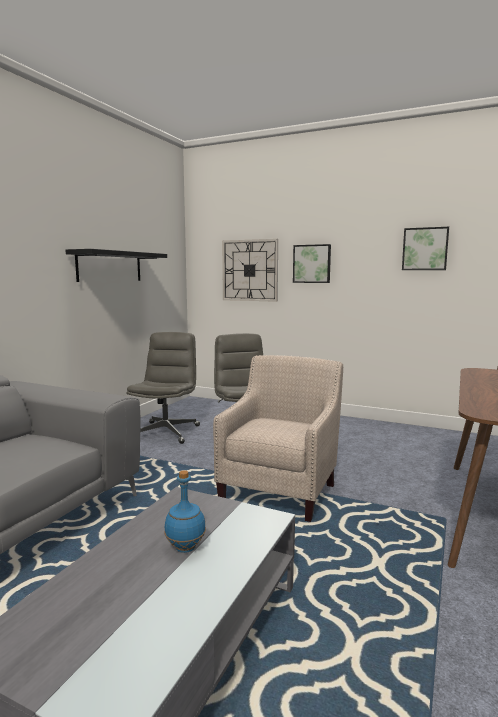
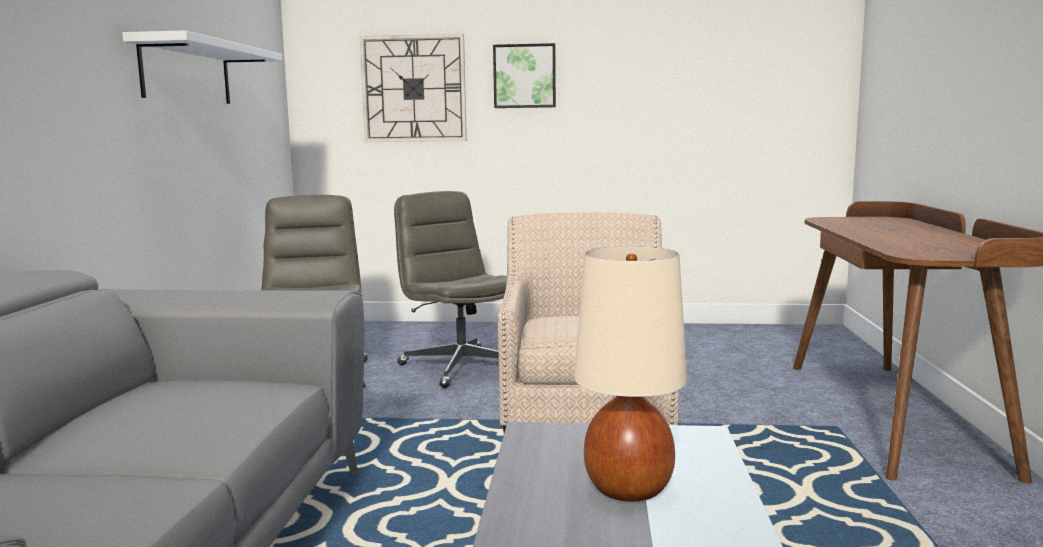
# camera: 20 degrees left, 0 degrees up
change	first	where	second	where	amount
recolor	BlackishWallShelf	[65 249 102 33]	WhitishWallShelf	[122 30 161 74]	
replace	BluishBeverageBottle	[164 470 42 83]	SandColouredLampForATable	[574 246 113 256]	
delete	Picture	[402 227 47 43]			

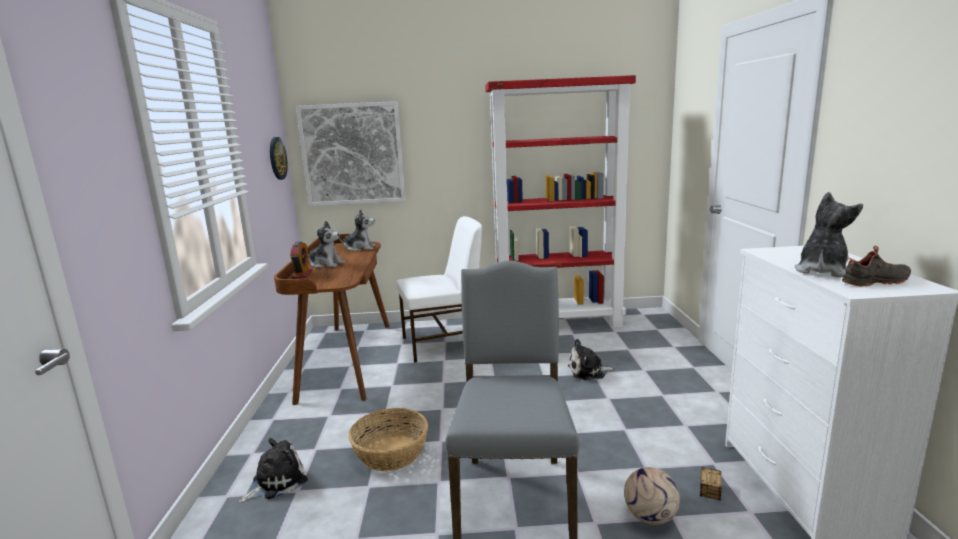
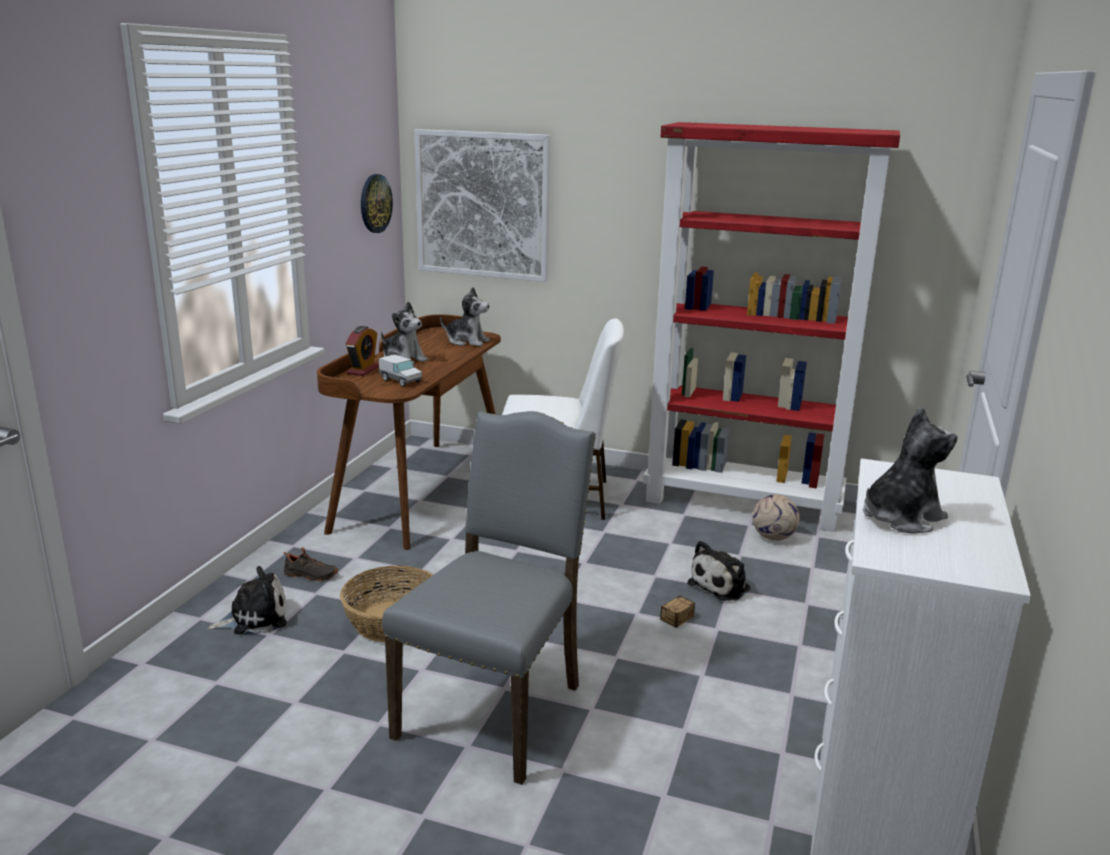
# camera: 20 degrees right, 5 degrees up
change	first	where	second	where	amount
rotate	CuddlyToy	[568 339 46 41]		[688 541 63 60]	60 degrees counterclockwise
move	BallForFootball	[624 467 56 58]		[752 495 48 46]	
move	StorageContainer	[700 467 25 33]		[653 595 42 33]	
move	BlackishItemOfFootwear	[842 245 69 41]		[284 547 54 34]	
insert			ToyLorry	[379 354 43 32]	

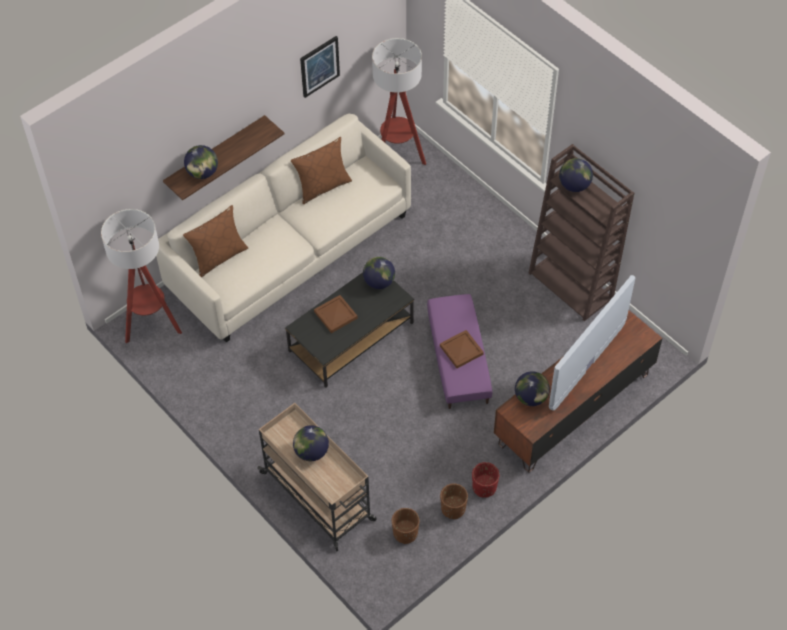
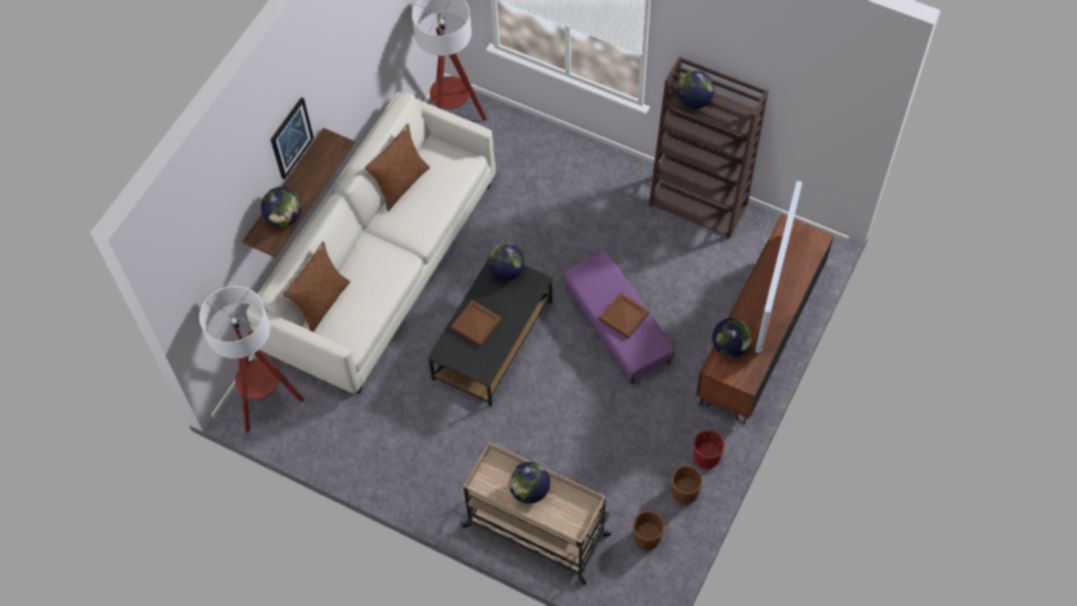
# camera: 20 degrees left, 5 degrees up
change	first	where	second	where	amount
move	Picture	[300 36 40 62]		[270 97 44 83]	

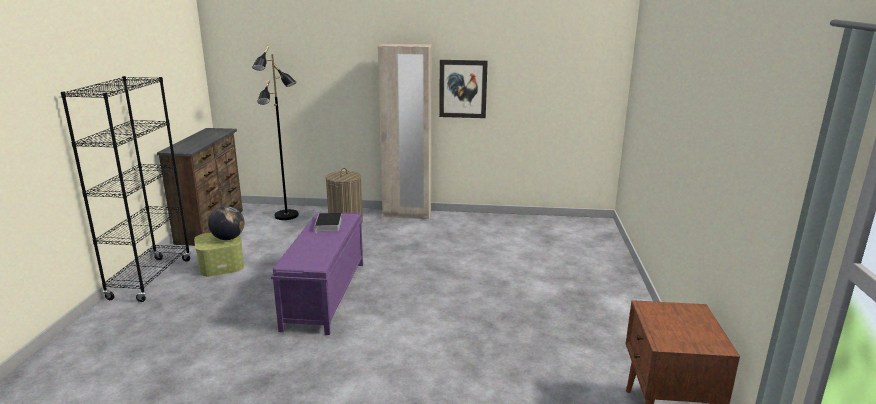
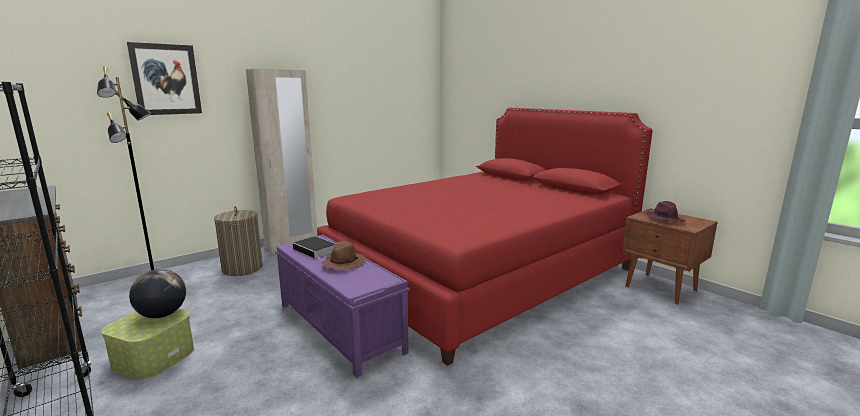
# camera: 45 degrees left, 5 degrees down
change	first	where	second	where	amount
move	Picture	[439 60 49 58]		[127 42 75 73]	
insert			RedColouredSleepingBed	[317 108 336 258]	
insert			BrownishClothingHat	[321 241 45 29]	
insert			PurplishClothingHat	[646 201 39 21]	

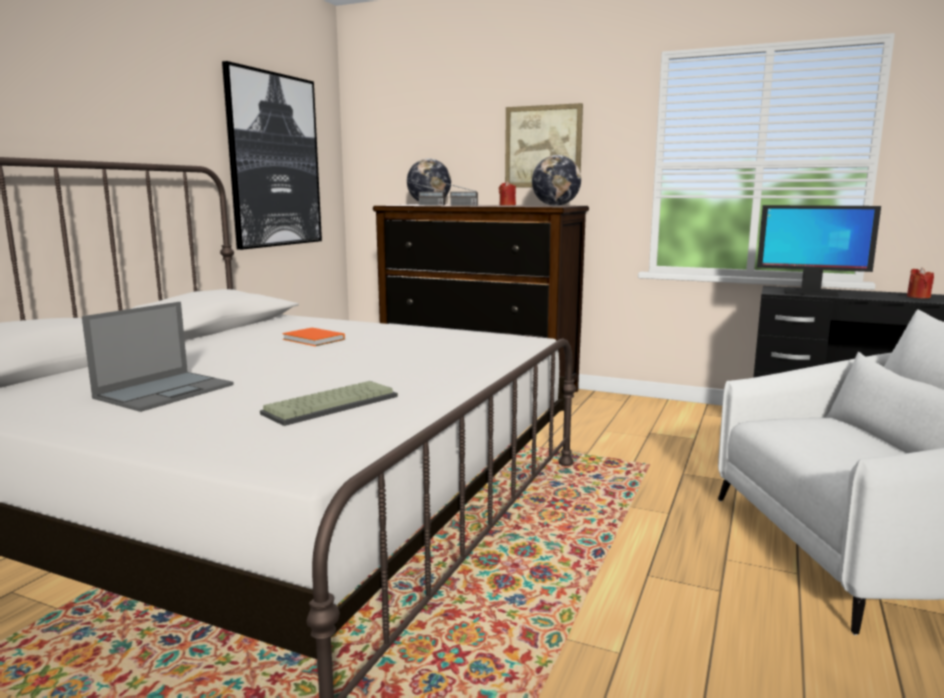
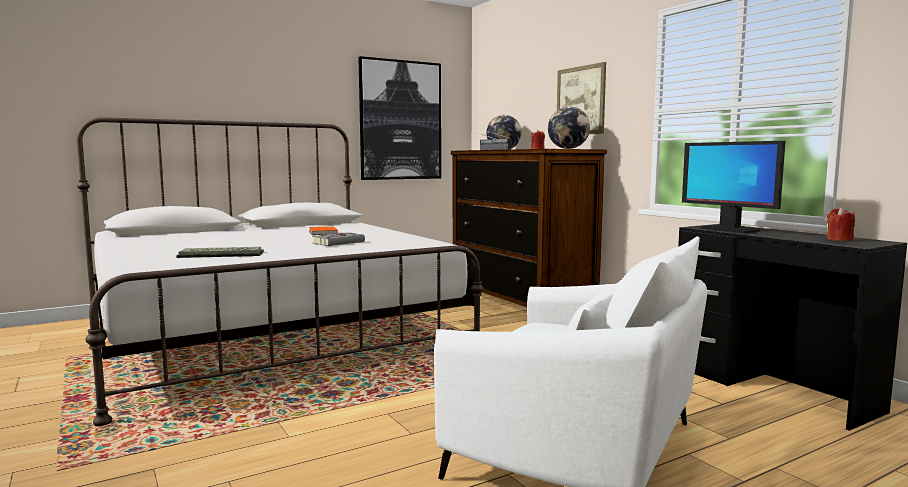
# camera: 35 degrees right, 5 degrees down
change	first	where	second	where	amount
delete	NotebookComputer	[82 302 152 110]			
insert			GreyishBook	[312 232 54 14]	

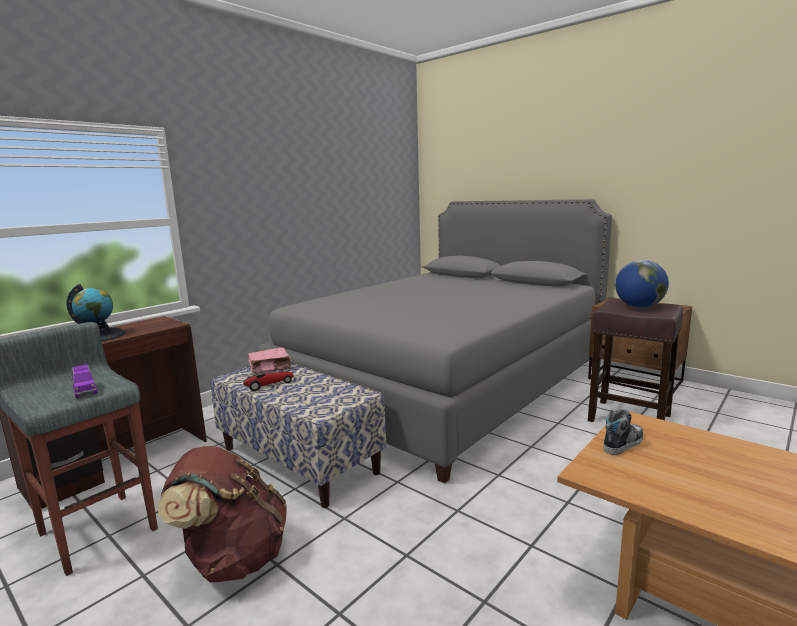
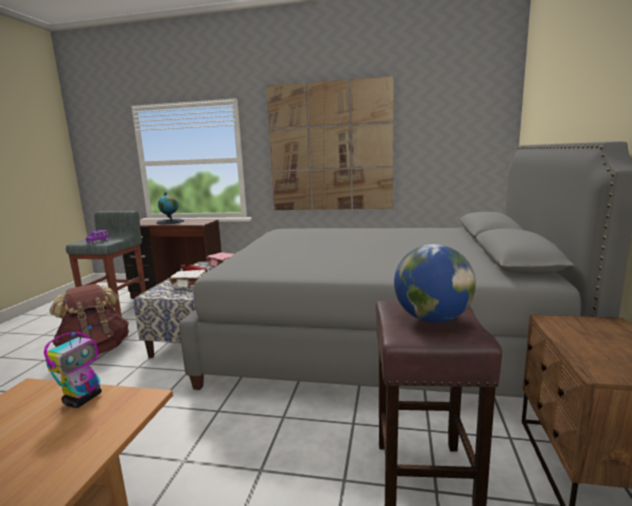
# camera: 60 degrees right, 0 degrees up
change	first	where	second	where	amount
replace	ItemOfFootwear	[603 409 40 46]	ModelRobot	[44 326 58 82]	
insert			WhitishBook	[169 270 37 18]	
insert			Picture	[266 76 128 134]	

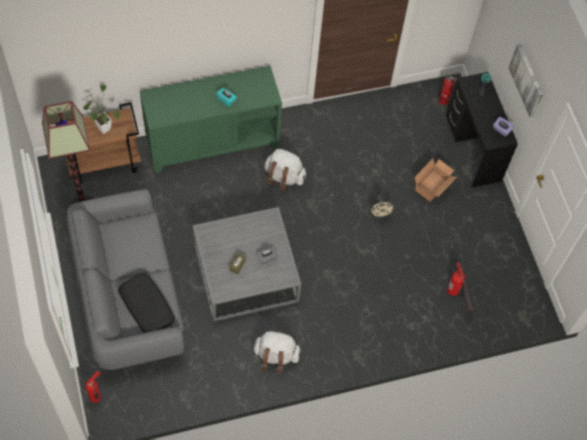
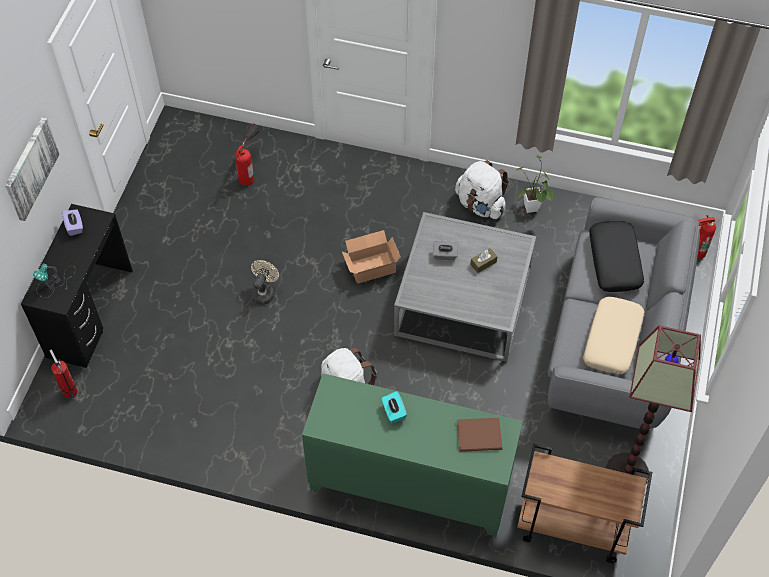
# camera: 145 degrees left, 5 degrees down
change	first	where	second	where	amount
move	Houseplant	[83 84 37 50]		[516 155 37 58]	
move	PackingBox	[414 159 43 42]		[342 230 59 54]	
insert			BrownishBook	[457 418 46 34]	
insert			SandColouredThrowPillow	[583 297 62 77]	

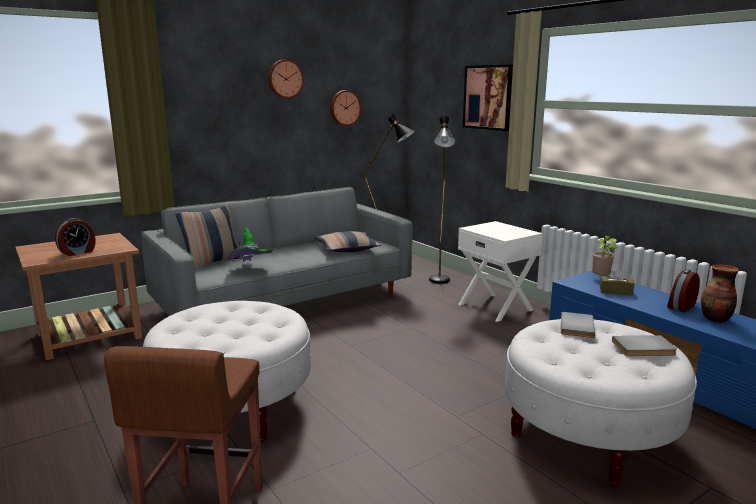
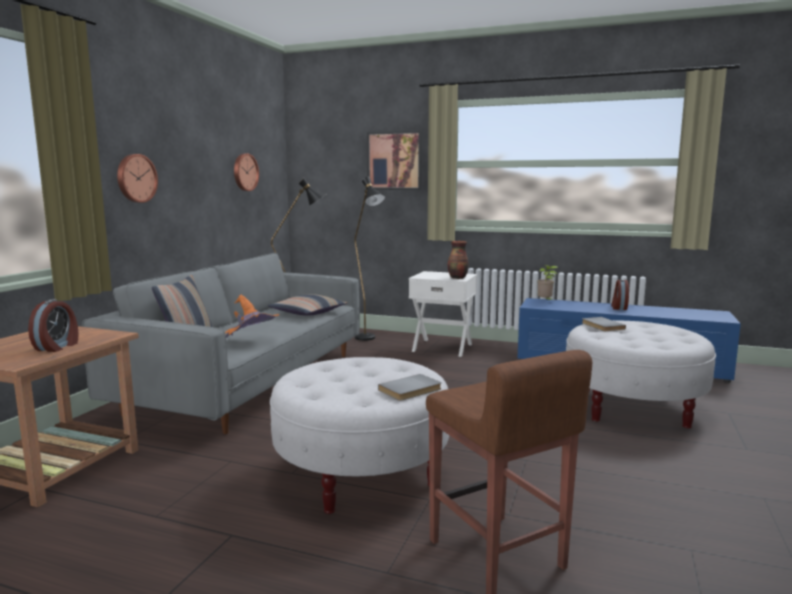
# camera: 35 degrees left, 5 degrees down
change	first	where	second	where	amount
recolor	GreenishClothingHat	[228 227 45 35]	OrangeColouredClothingHat	[223 294 56 44]	
move	WallClock	[268 60 36 39]		[117 154 41 49]	
delete	BrownishTissueBox	[600 268 34 28]			
move	GreyishBook	[612 335 65 21]		[378 374 63 27]	
move	FlowerVase	[701 264 38 59]		[448 241 21 38]	

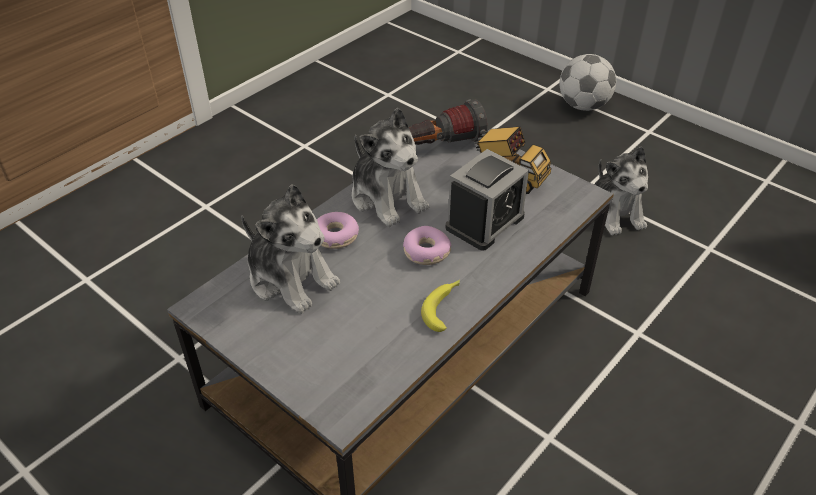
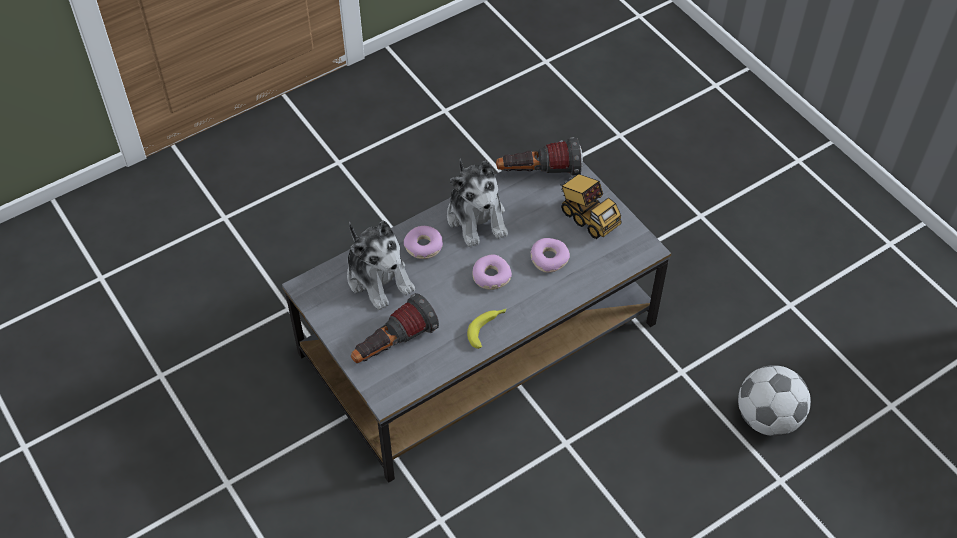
# camera: 15 degrees right, 10 degrees up
change	first	where	second	where	amount
replace	BedsideClock	[446 149 83 102]	RingDoughnut	[530 238 40 35]	
move	BallForFootball	[559 54 57 57]		[738 365 73 71]	
delete	CuddlyToy	[594 146 54 89]			
insert			Torch	[351 293 88 70]	

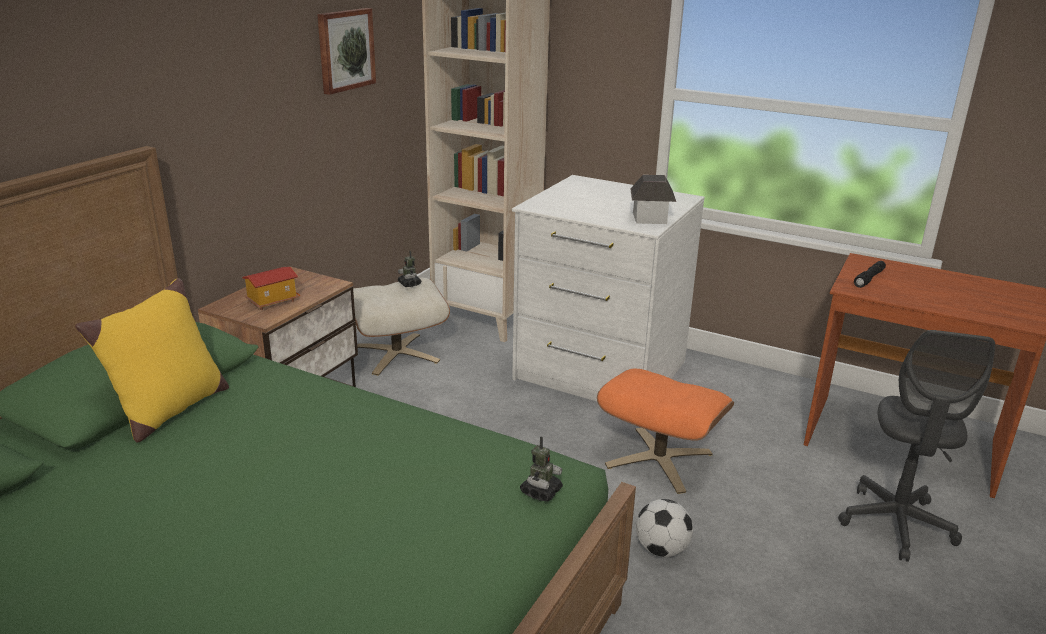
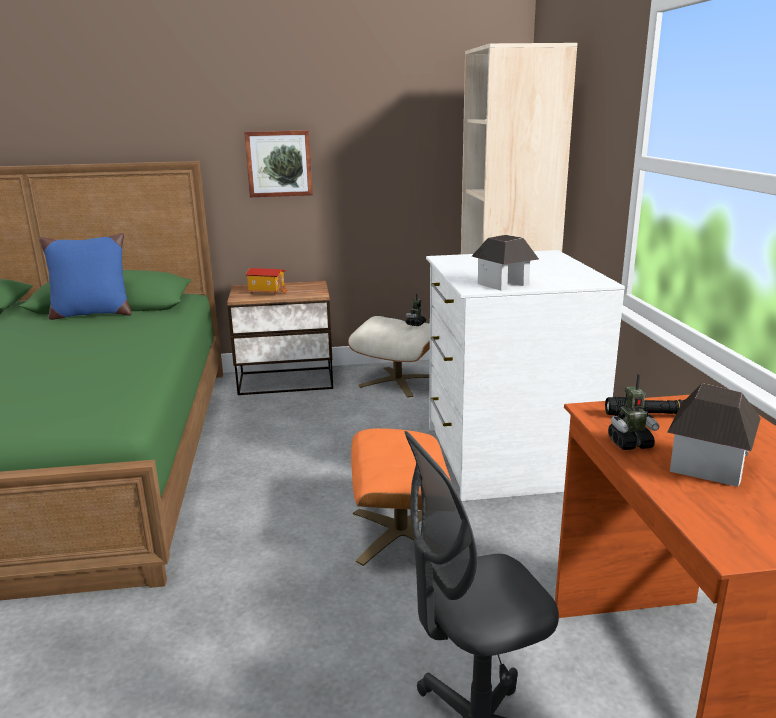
# camera: 55 degrees right, 5 degrees down
change	first	where	second	where	amount
recolor	YellowColouredThrowPillow	[75 278 154 164]	BluishThrowPillow	[39 233 93 87]	
move	Picture	[317 8 59 87]		[244 130 69 67]	
move	ModelRobot	[520 437 43 65]		[608 374 51 76]	
delete	BallForFootball	[636 499 57 58]			
insert			ModelHouse	[667 383 94 104]	

